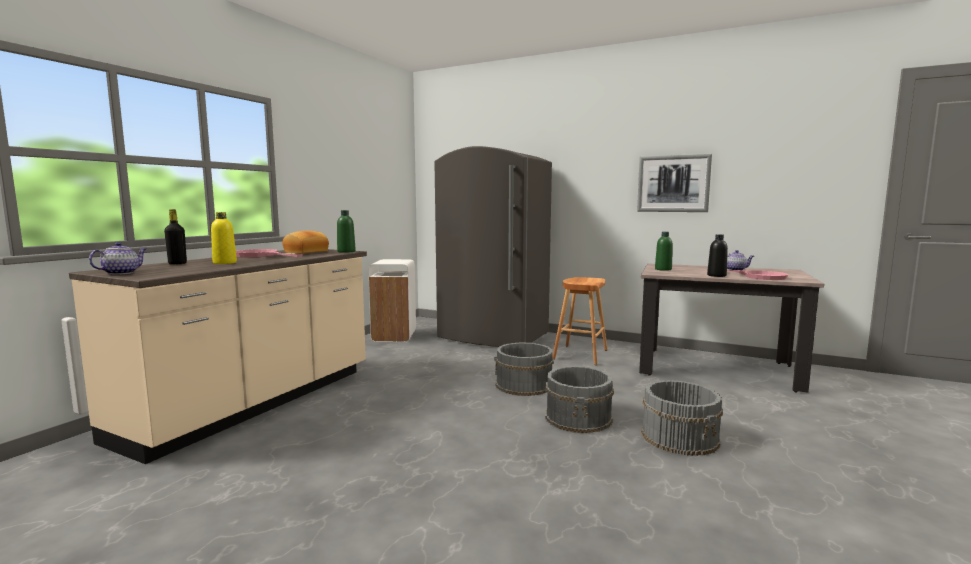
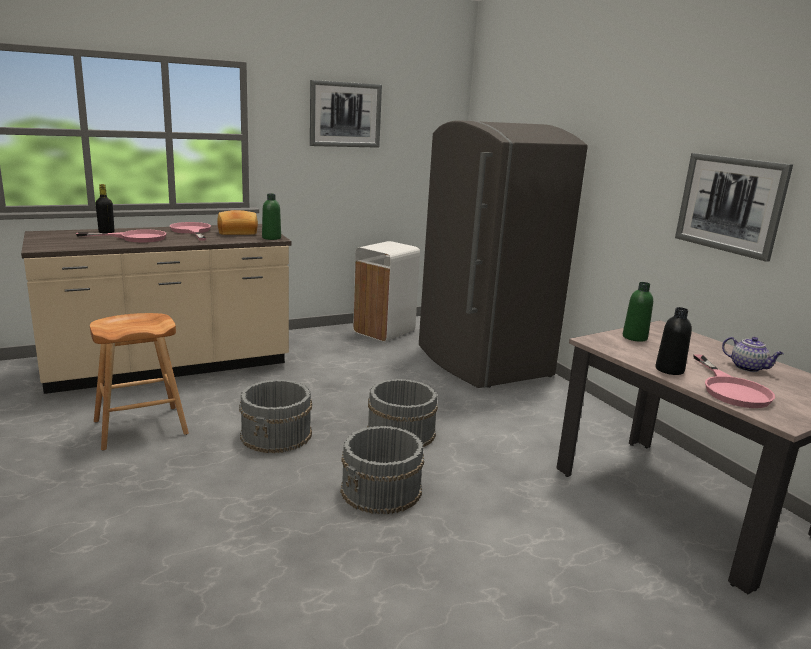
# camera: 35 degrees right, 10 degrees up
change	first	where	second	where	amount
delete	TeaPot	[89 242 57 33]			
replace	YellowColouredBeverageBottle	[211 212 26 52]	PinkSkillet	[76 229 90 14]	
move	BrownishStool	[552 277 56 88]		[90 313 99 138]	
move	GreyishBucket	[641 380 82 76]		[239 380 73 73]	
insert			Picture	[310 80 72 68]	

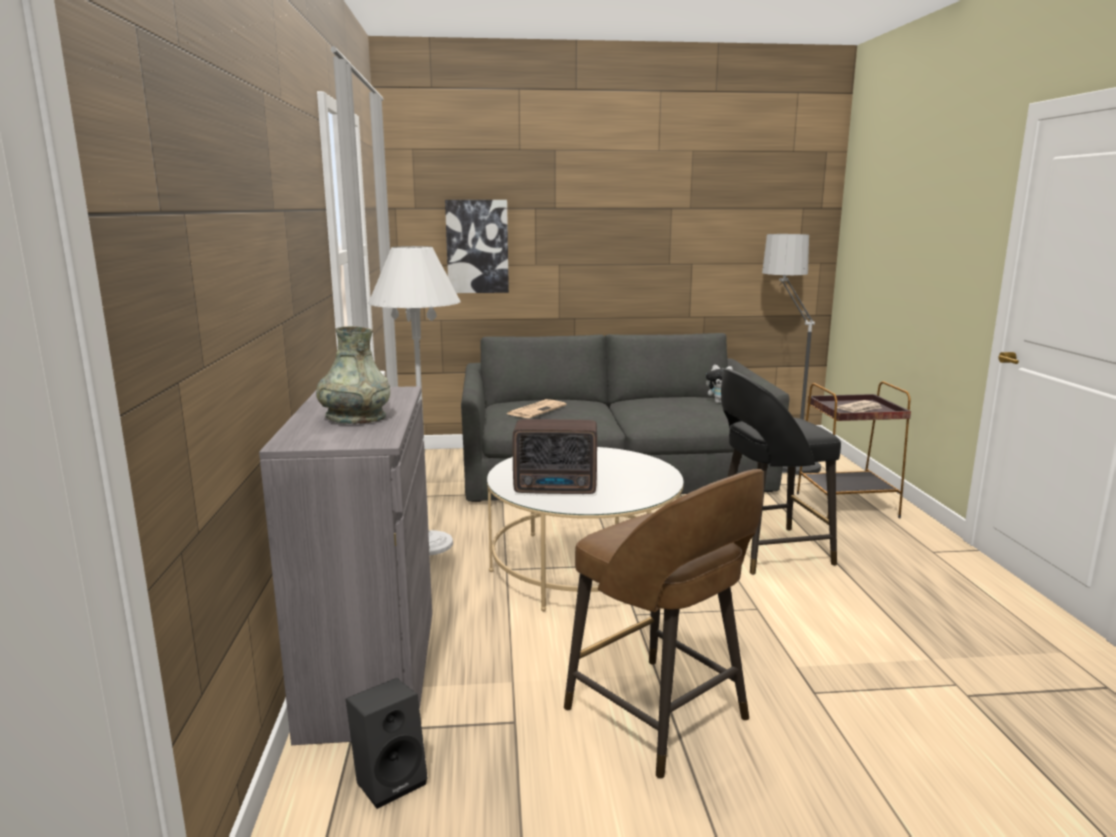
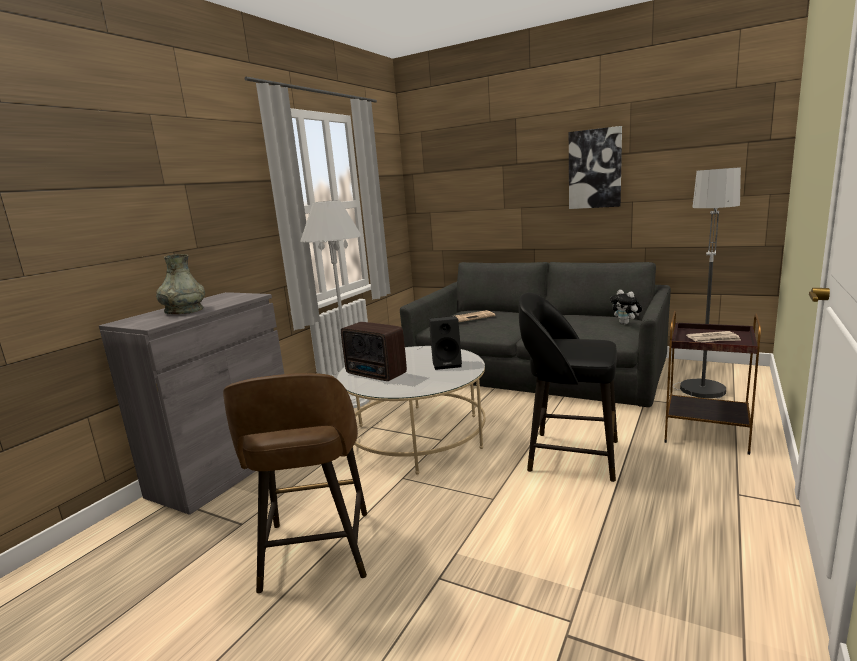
# camera: 35 degrees right, 0 degrees up
change	first	where	second	where	amount
move	BlackishAudioSpeaker	[346 678 82 131]		[429 316 33 54]	
move	Picture	[445 200 64 93]		[569 126 53 83]	

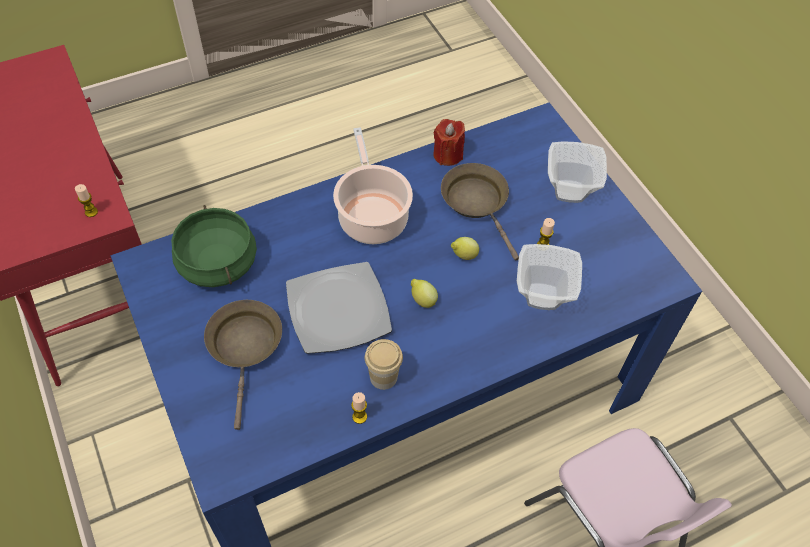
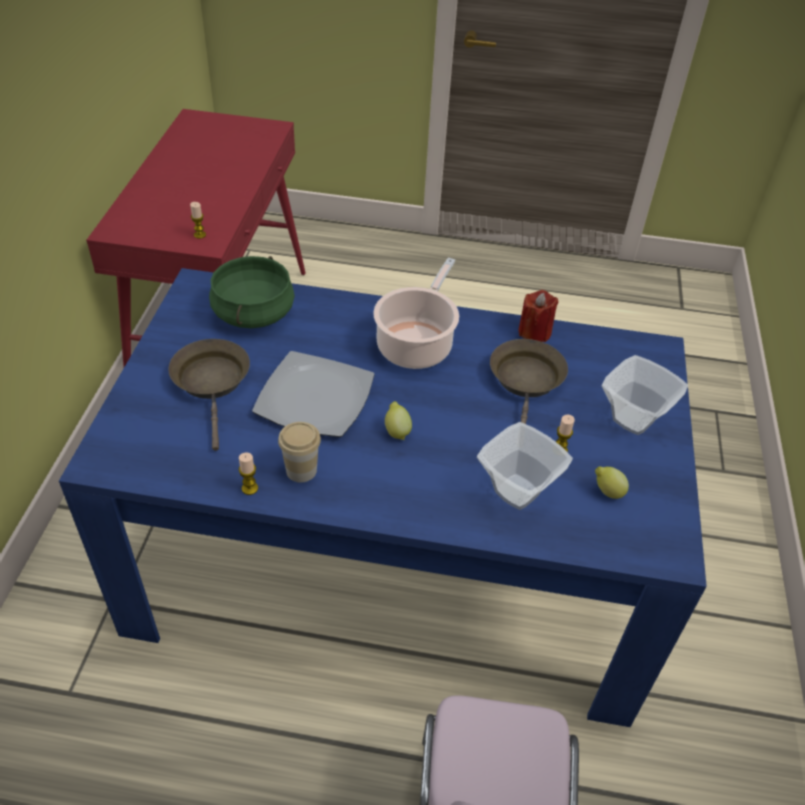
# camera: 35 degrees right, 10 degrees down
change	first	where	second	where	amount
rotate	BrownishSkillet	[204 300 78 130]		[168 339 82 112]	45 degrees counterclockwise
move	Lemon	[451 237 28 23]		[595 467 34 32]	

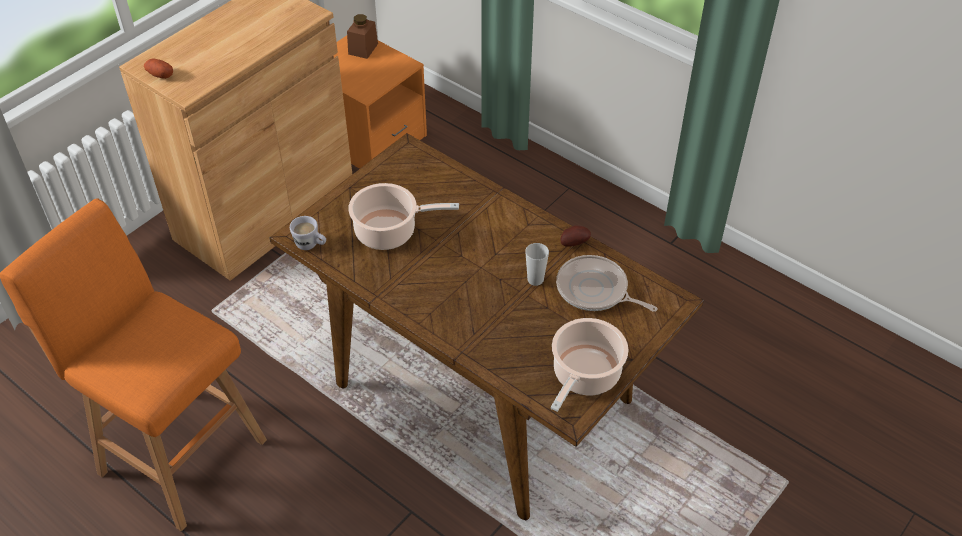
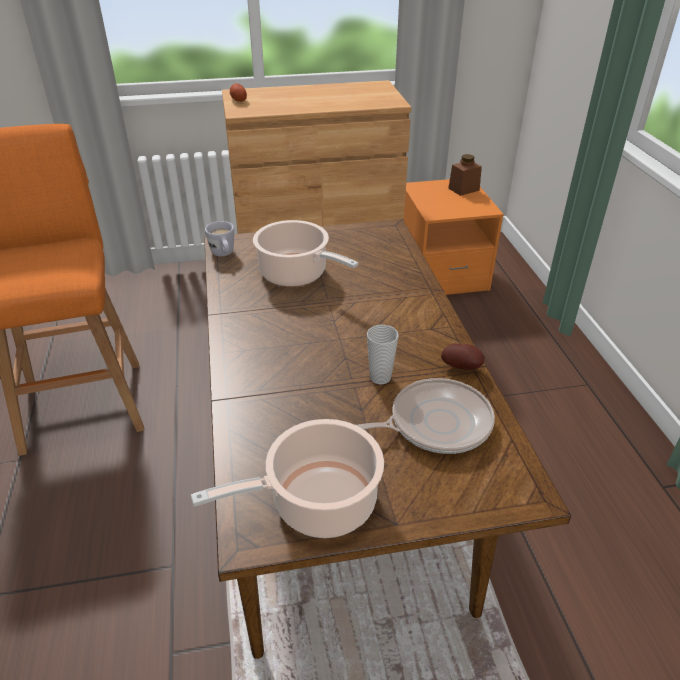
# camera: 40 degrees right, 10 degrees down
change	first	where	second	where	amount
rotate	Skillet	[556 255 102 57]		[357 378 138 76]	90 degrees clockwise

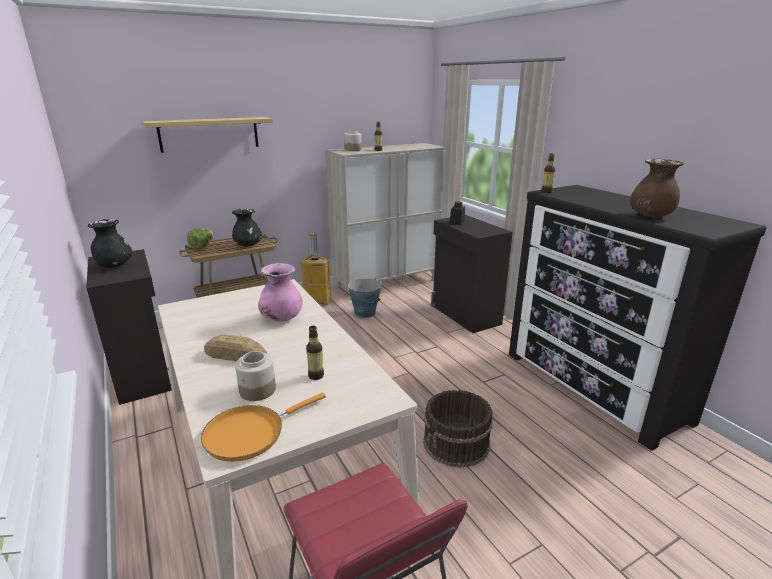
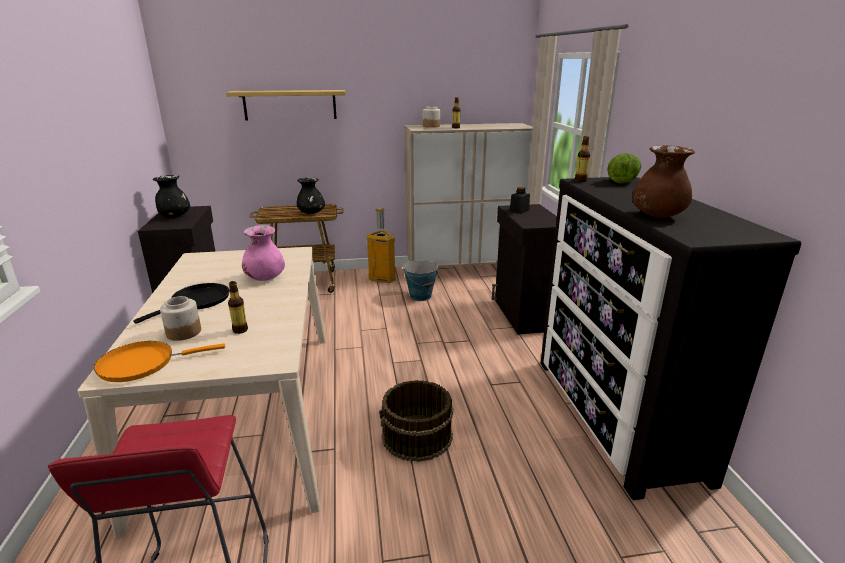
# camera: 20 degrees right, 0 degrees up
change	first	where	second	where	amount
move	LettuceHead	[187 228 27 21]		[607 153 34 31]	
replace	Bread	[204 334 63 27]	BlackishSkillet	[133 283 96 41]	

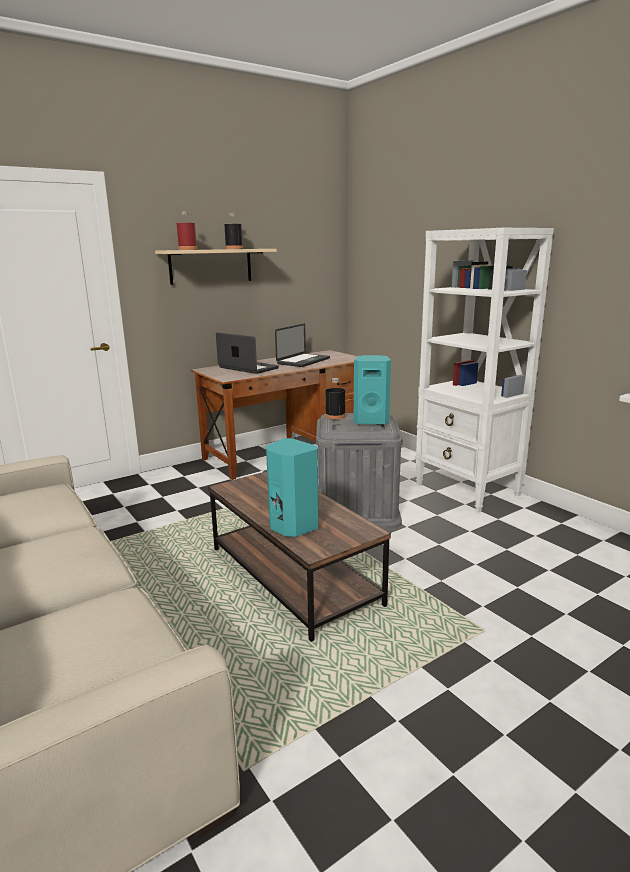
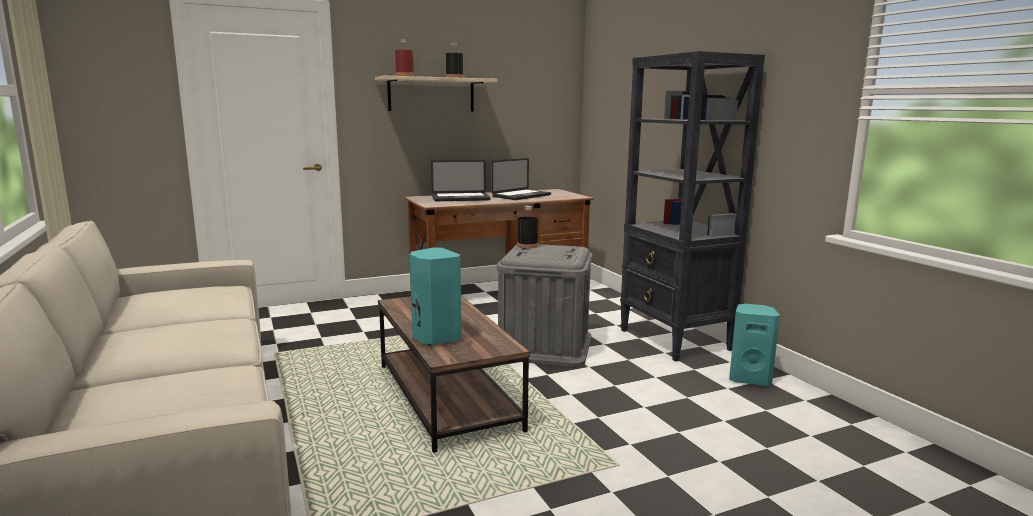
# camera: 10 degrees right, 5 degrees down
change	first	where	second	where	amount
rotate	NotebookComputer	[216 332 63 42]		[431 160 60 41]	120 degrees clockwise
move	TurquoiseColouredAudioSpeaker	[354 355 37 70]		[729 304 51 82]	
recolor	WhitishShelvingUnit	[415 228 139 284]	BlackishShelvingUnit	[620 51 145 311]	

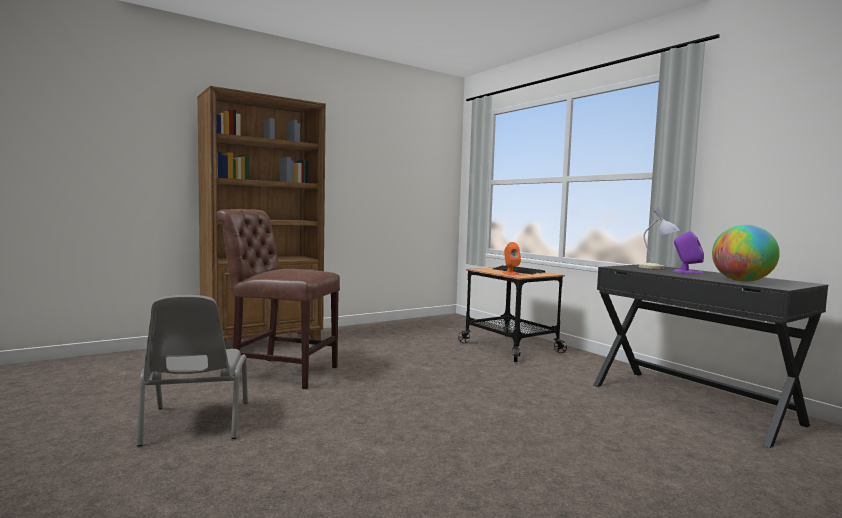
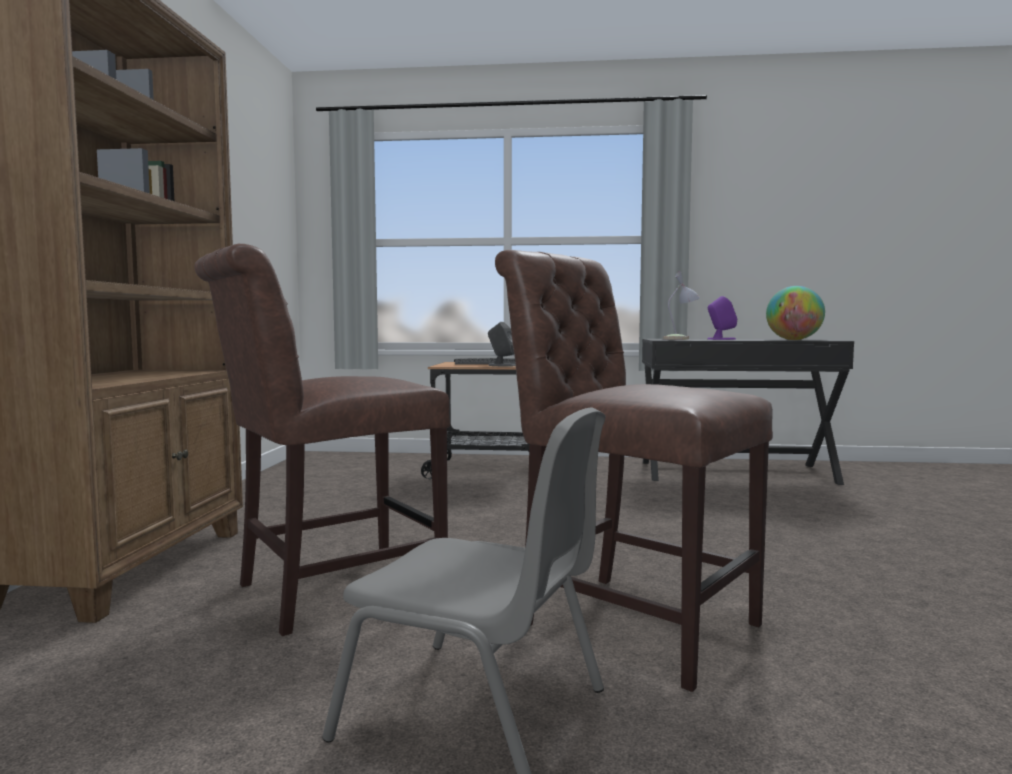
# camera: 50 degrees left, 0 degrees up
change	first	where	second	where	amount
recolor	OrangeColouredAudioSpeaker	[502 242 19 33]	GreyishAudioSpeaker	[488 322 28 45]	
insert			BrownishUprightChair	[495 250 278 442]	

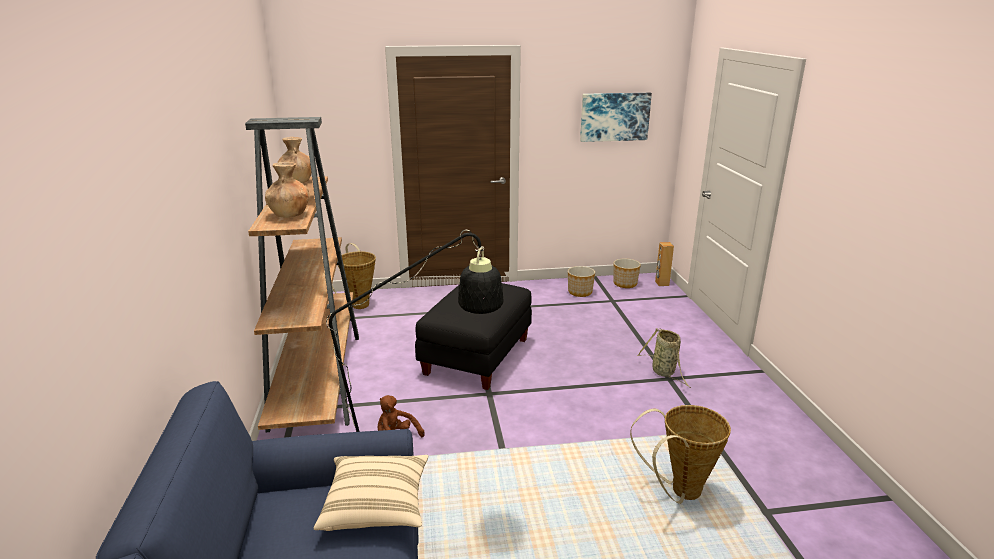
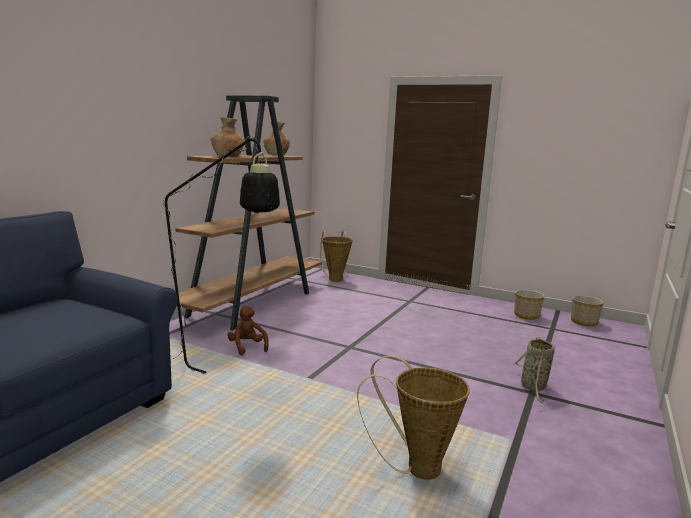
# camera: 35 degrees right, 10 degrees down
change	first	where	second	where	amount
delete	SandColouredThrowPillow	[314 455 114 76]			
delete	BlackishPouffe	[415 283 117 107]			
delete	Picture	[580 93 72 49]			
delete	BrownishAudioSpeaker	[655 242 19 44]			

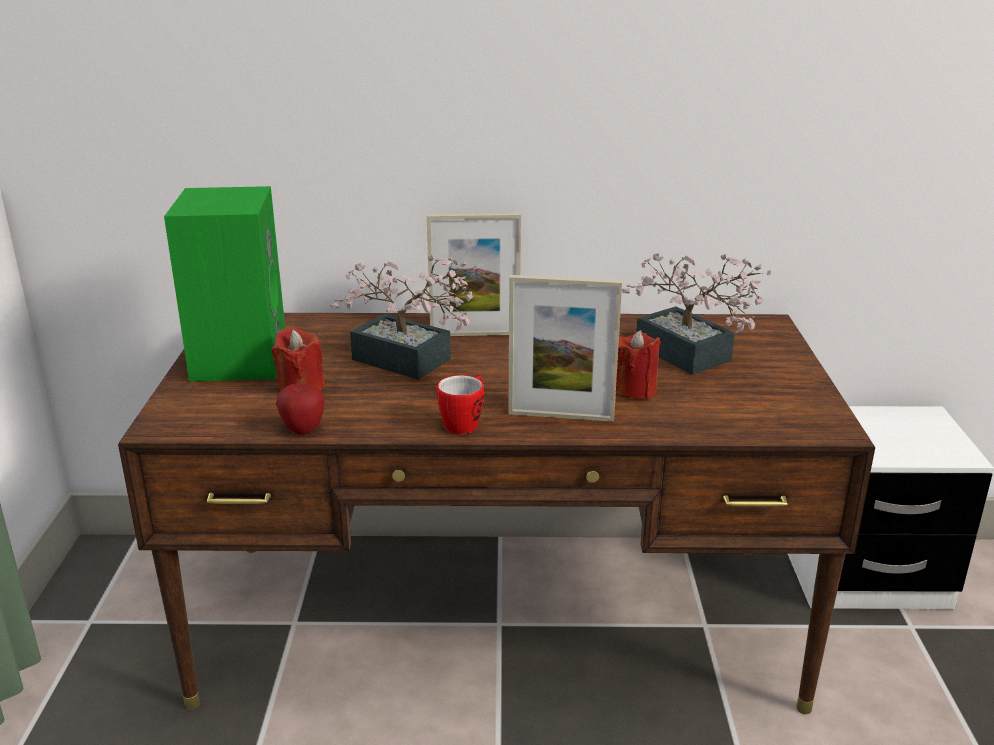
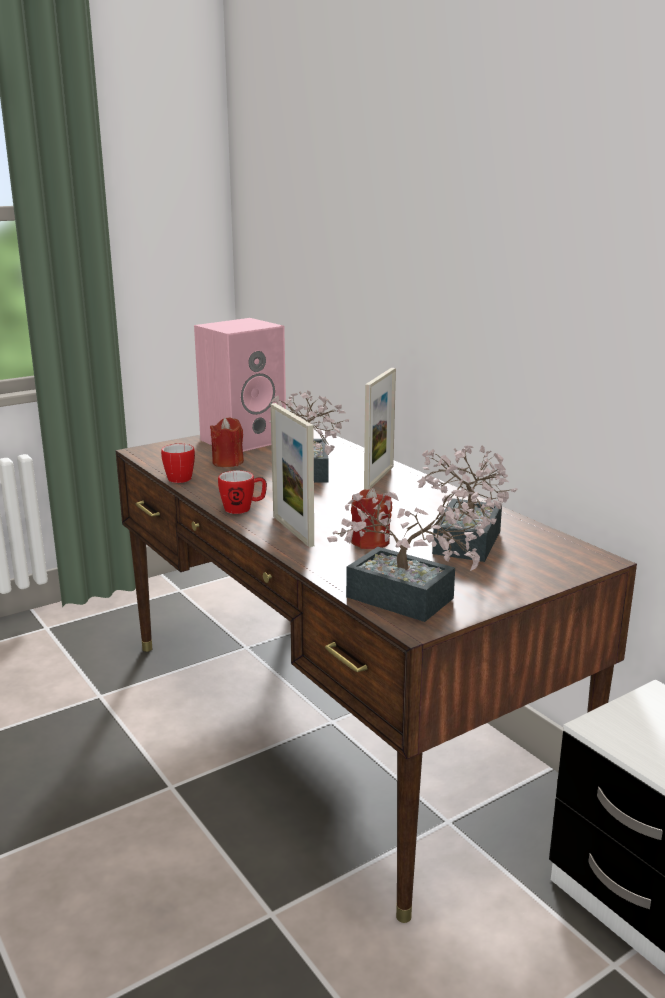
# camera: 55 degrees right, 5 degrees down
change	first	where	second	where	amount
recolor	GreenishAudioSpeaker	[164 186 121 196]	PinkAudioSpeaker	[194 318 92 134]	
replace	WholeApple	[276 383 49 52]	TeaMug	[161 443 34 40]	
rotate	PhotoFrame	[427 213 94 123]		[364 368 32 122]	120 degrees counterclockwise
insert			Houseplant	[327 486 164 136]	

